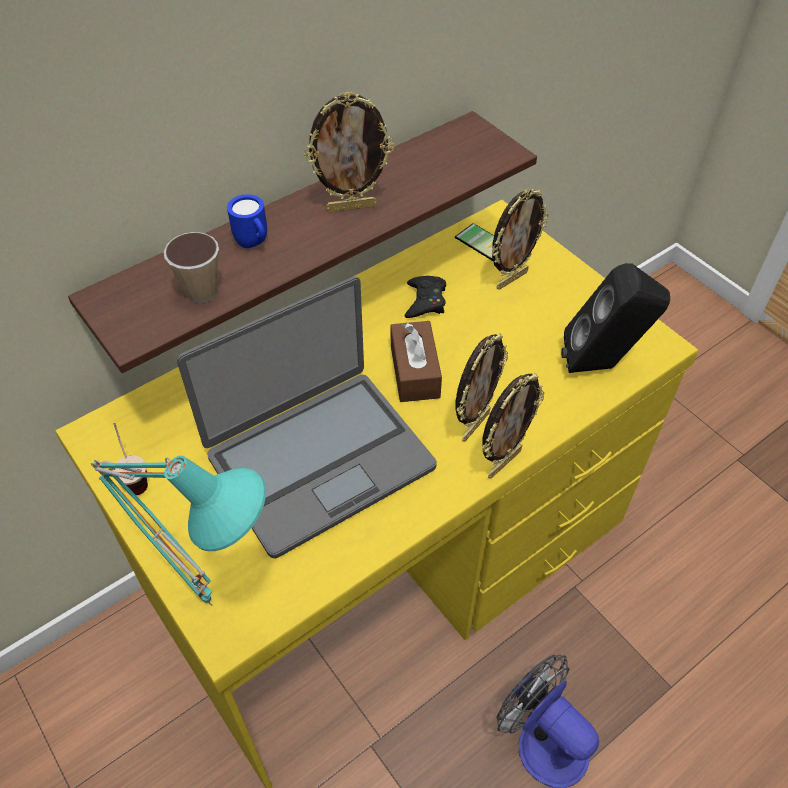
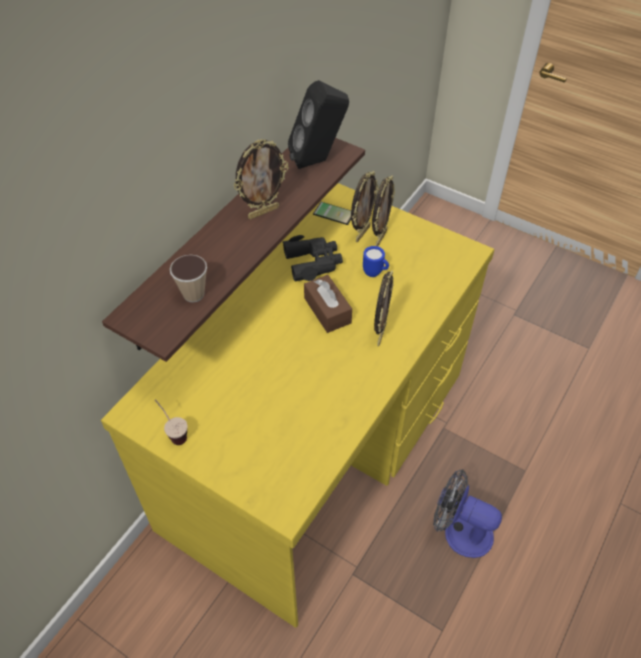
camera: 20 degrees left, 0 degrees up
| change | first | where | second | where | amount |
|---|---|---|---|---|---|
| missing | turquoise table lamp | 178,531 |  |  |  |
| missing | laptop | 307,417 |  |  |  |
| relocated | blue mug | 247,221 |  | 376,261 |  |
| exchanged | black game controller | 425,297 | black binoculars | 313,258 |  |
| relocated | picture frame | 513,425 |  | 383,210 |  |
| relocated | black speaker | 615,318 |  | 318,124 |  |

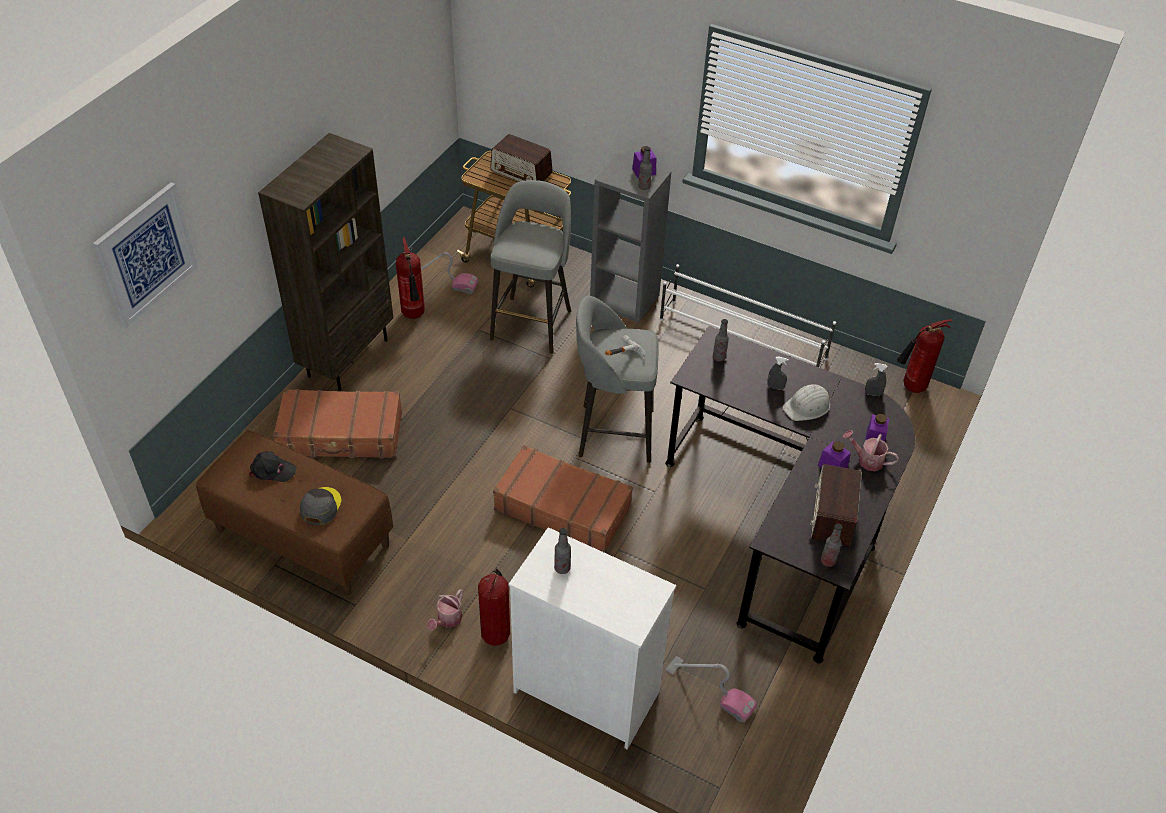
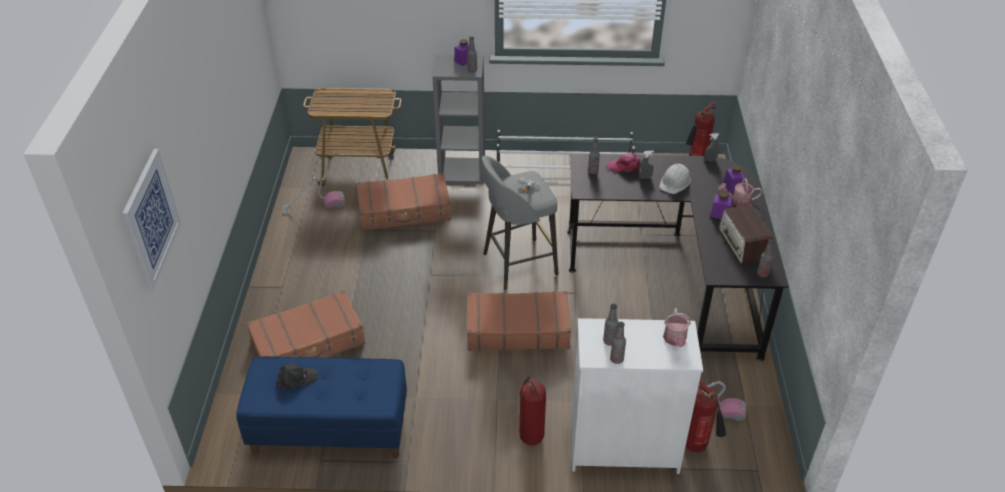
camera: 25 degrees left, 5 degrees down
| change | first | where | second | where | amount |
|---|---|---|---|---|---|
| colour | brown bench | 294,513 | blue bench | 321,407 |  |
| missing | brown bookcase | 325,262 |  |  |  |
| missing | grey cap | 320,506 |  |  |  |
| relocated | fire extinguisher | 410,278 |  | 706,416 |  |
| relocated | watering can | 445,610 |  | 677,327 |  |
| missing | radio | 521,158 |  |  |  |
| exchanged | grey stool | 530,267 | brown suitcase | 403,202 |  |
| appeared |  |  | pink cap | 624,163 |  |
| appeared |  |  | bottle | 618,343 |  |

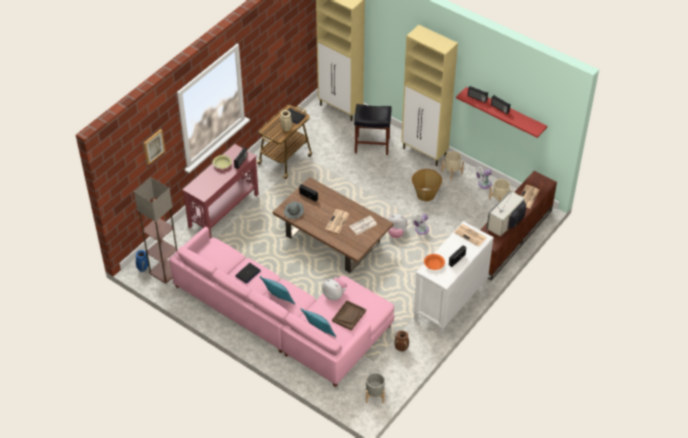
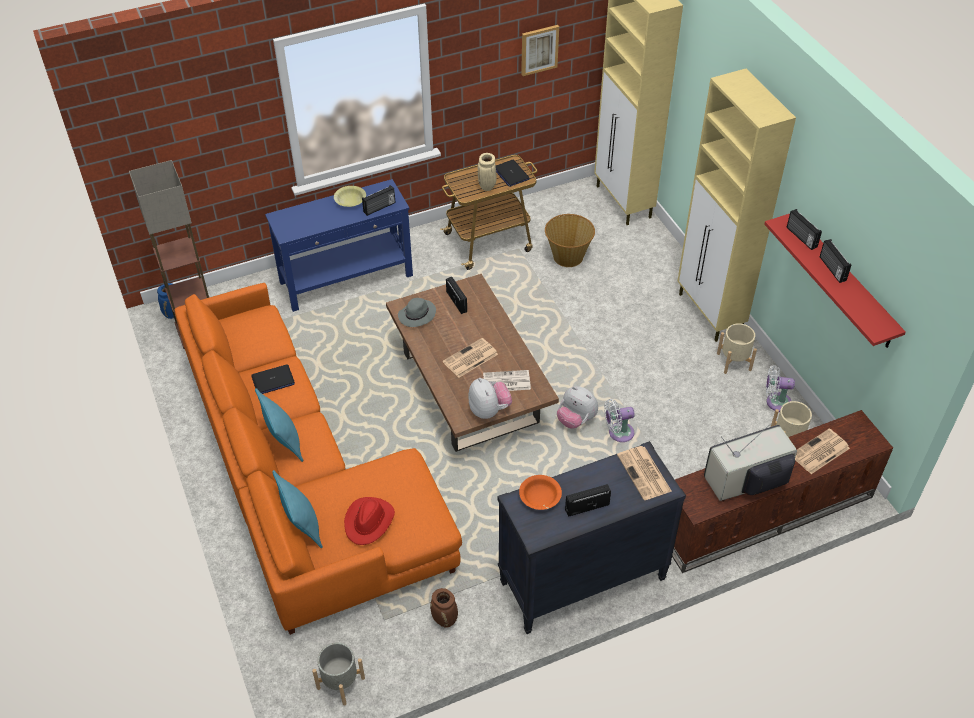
camera: 30 degrees right, 0 degrees up
| change | first | where | second | where | amount |
|---|---|---|---|---|---|
| relocated | picture | 154,147 |  | 540,50 |  |
| colour | pink sofa | 281,307 | orange sofa | 318,459 |  |
| colour | red console table | 220,191 | blue console table | 339,245 |  |
| relocated | plush toy | 334,288 |  | 490,398 |  |
| exchanged | brown tray | 349,315 | red hat | 369,521 |  |
| missing | black stool | 373,129 |  |  |  |
| relocated | basket | 427,185 |  | 570,240 |  |
| colour | white dresser | 453,279 | black dresser | 592,537 |  |

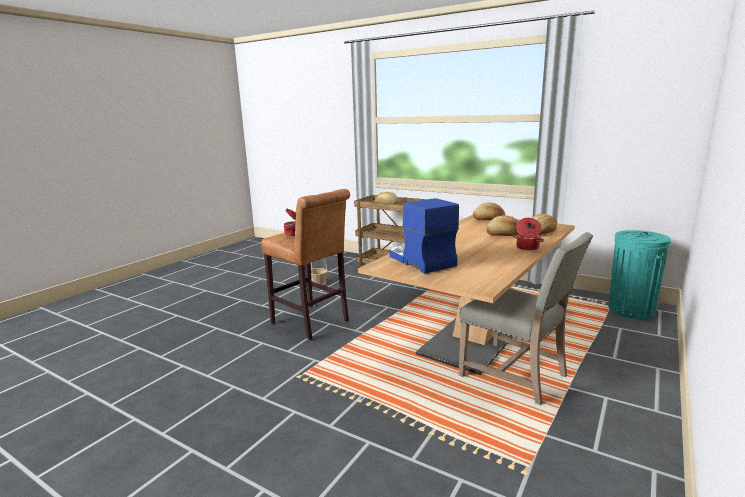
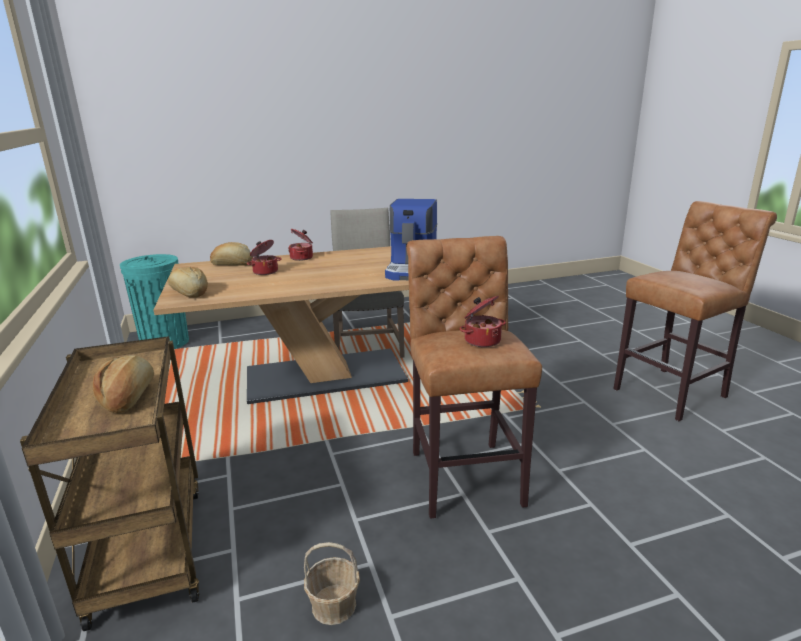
camera: 140 degrees left, 5 degrees up
| change | first | where | second | where | amount |
|---|---|---|---|---|---|
| exchanged | bread | 502,225 | cooking pot | 264,257 |  |
| appeared |  |  | brown stool | 695,311 |  |

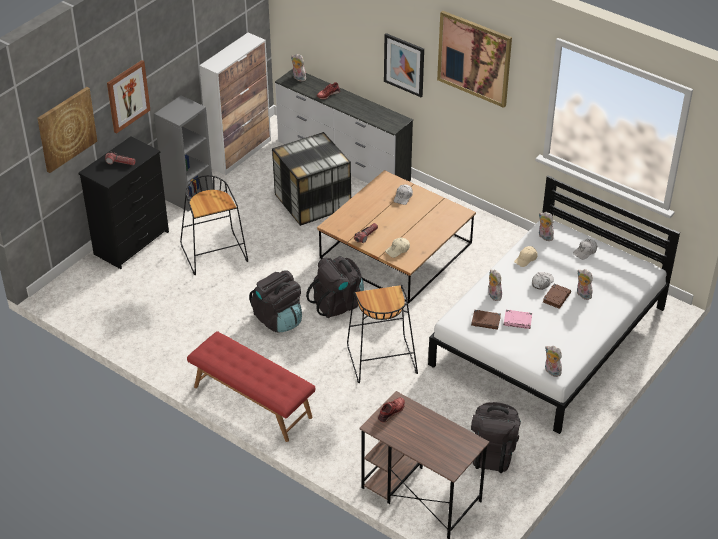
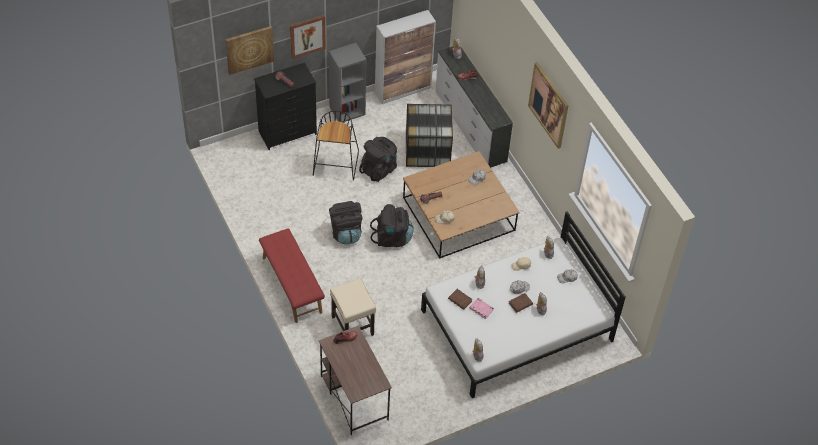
camera: 25 degrees right, 10 degrees up
| change | first | where | second | where | amount |
|---|---|---|---|---|---|
| missing | black stool | 382,334 |  |  |  |
| missing | picture | 404,65 |  |  |  |
| relocated | black backpack | 496,437 |  | 378,159 |  |
| appeared |  |  | beige stool | 353,307 |  |

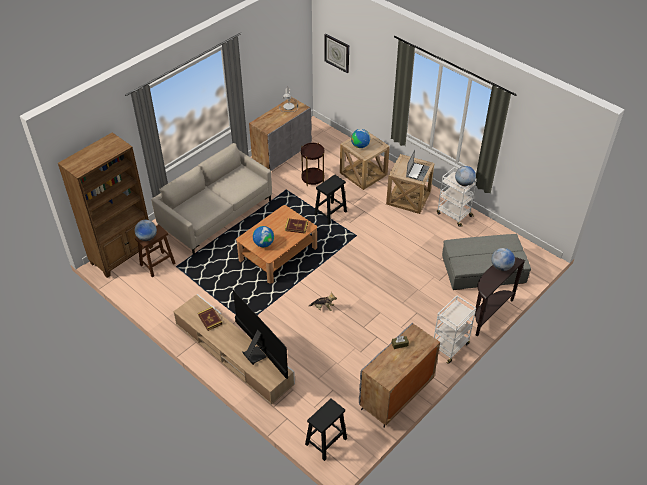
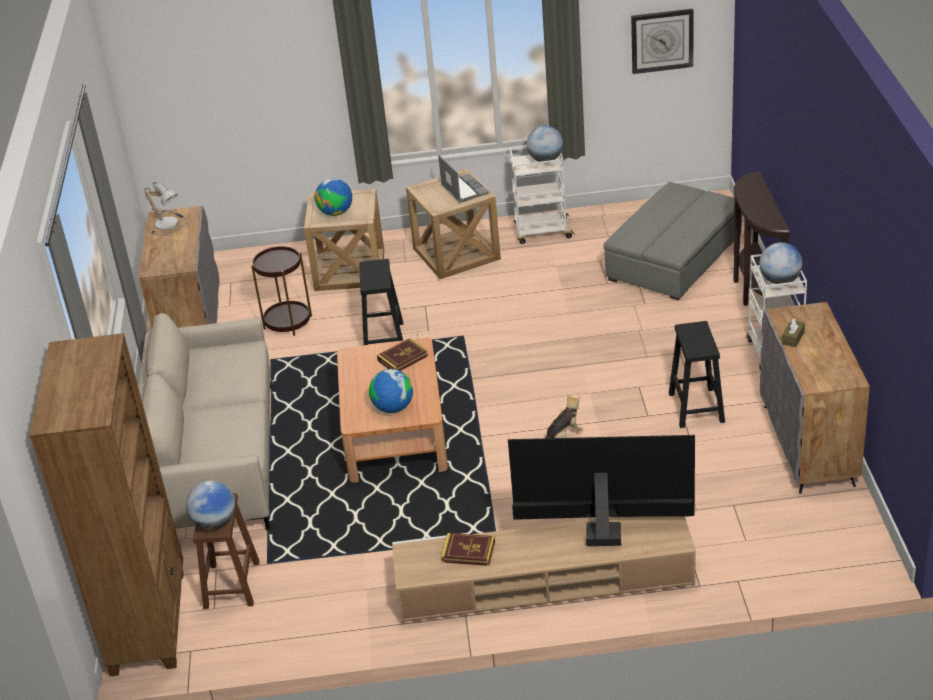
camera: 45 degrees left, 10 degrees down
| change | first | where | second | where | amount |
|---|---|---|---|---|---|
| relocated | black stool | 326,430 |  | 697,374 |  |
| relocated | wall clock | 337,53 |  | 662,41 |  |
| relocated | globe | 503,259 |  | 780,263 |  |

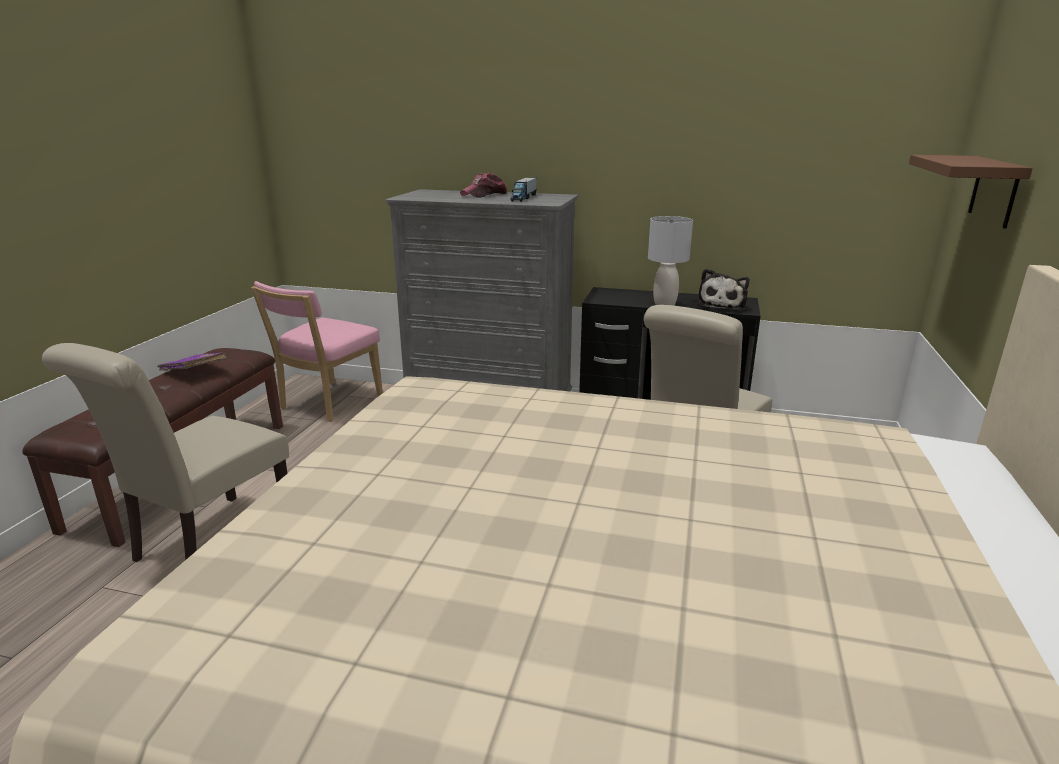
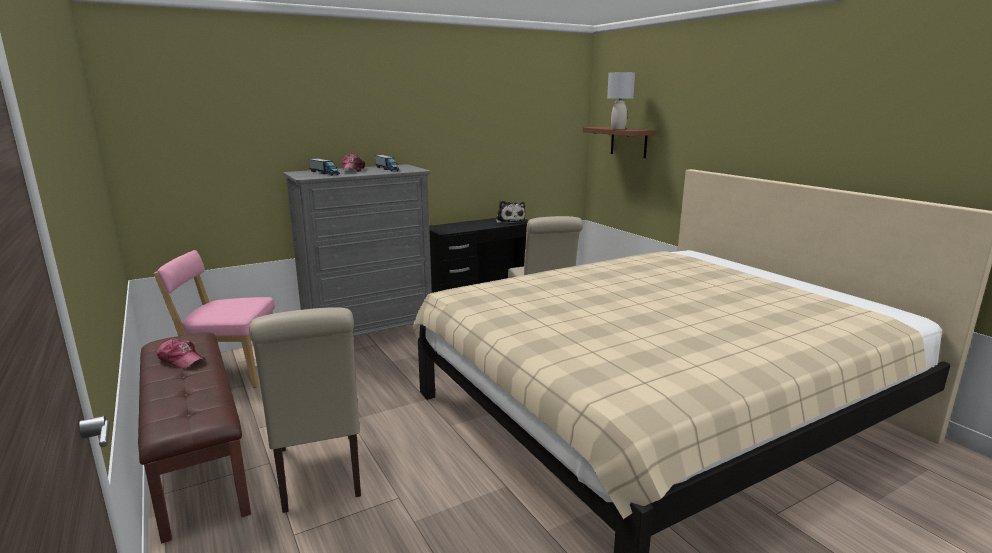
camera: 45 degrees left, 5 degrees down
| change | first | where | second | where | amount |
|---|---|---|---|---|---|
| exchanged | purple book | 192,362 | cap | 181,353 |  |
| spun | pink chair | 317,351 |  | 214,319 | 105 degrees clockwise |
| relocated | grey table lamp | 670,261 |  | 621,100 |  |
| appeared |  |  | toy truck | 324,167 |  |

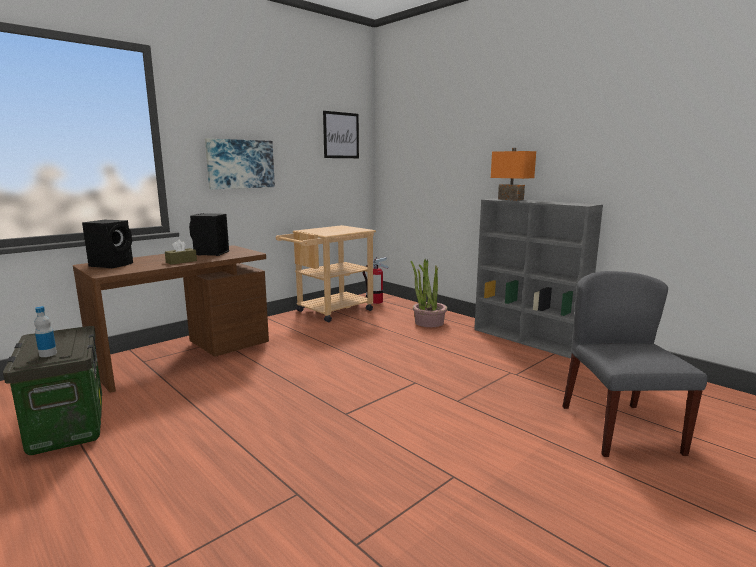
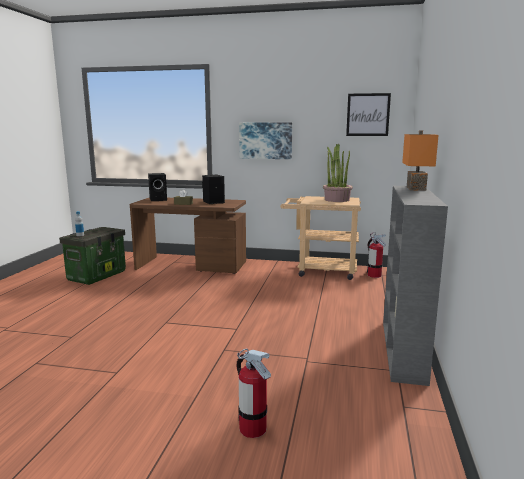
camera: 55 degrees right, 0 degrees up
| change | first | where | second | where | amount |
|---|---|---|---|---|---|
| relocated | potted plant | 428,293 |  | 338,173 |  |
| exchanged | grey chair | 634,364 | fire extinguisher | 254,393 |  |

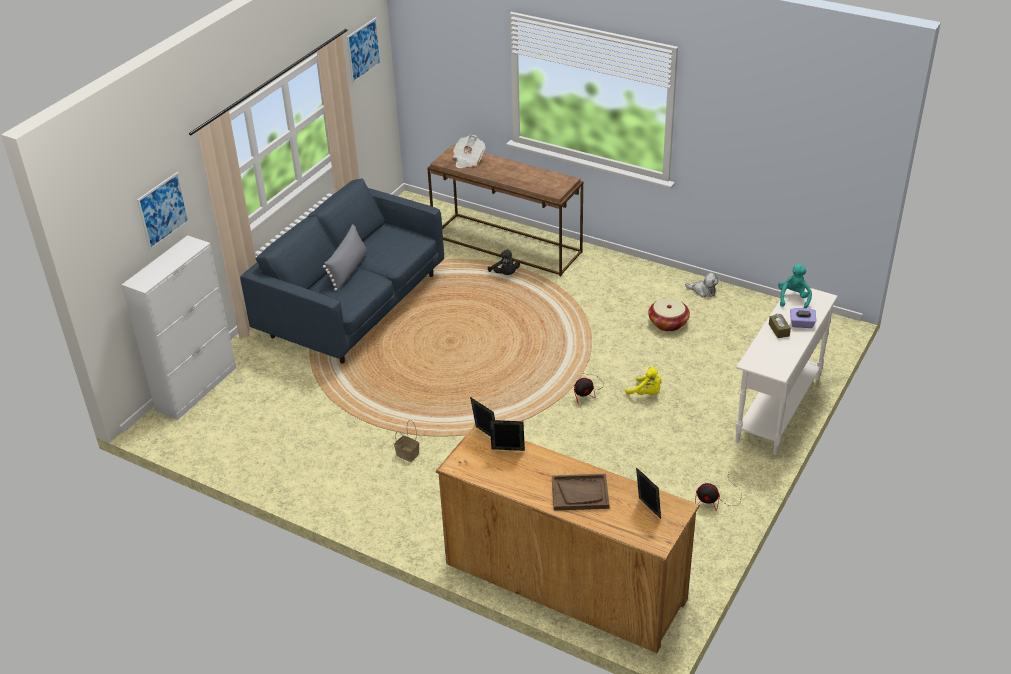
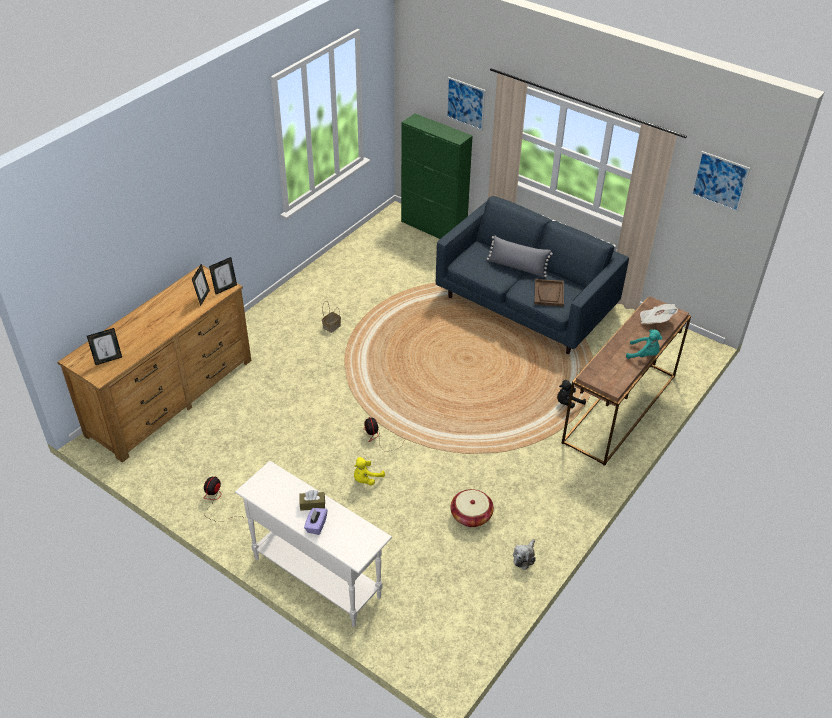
camera: 95 degrees right, 5 degrees up
| change | first | where | second | where | amount |
|---|---|---|---|---|---|
| colour | white cabinet | 179,327 | green cabinet | 437,176 |  |
| relocated | brown tray | 580,492 |  | 549,293 |  |
| relocated | turquoise plush toy | 795,286 |  | 644,344 |  |

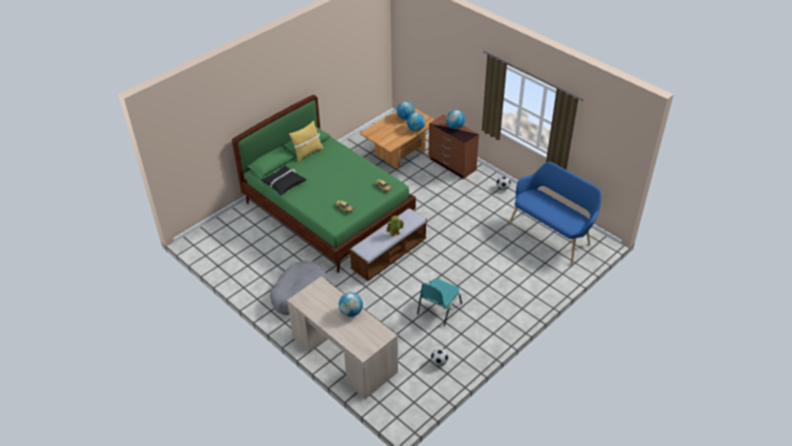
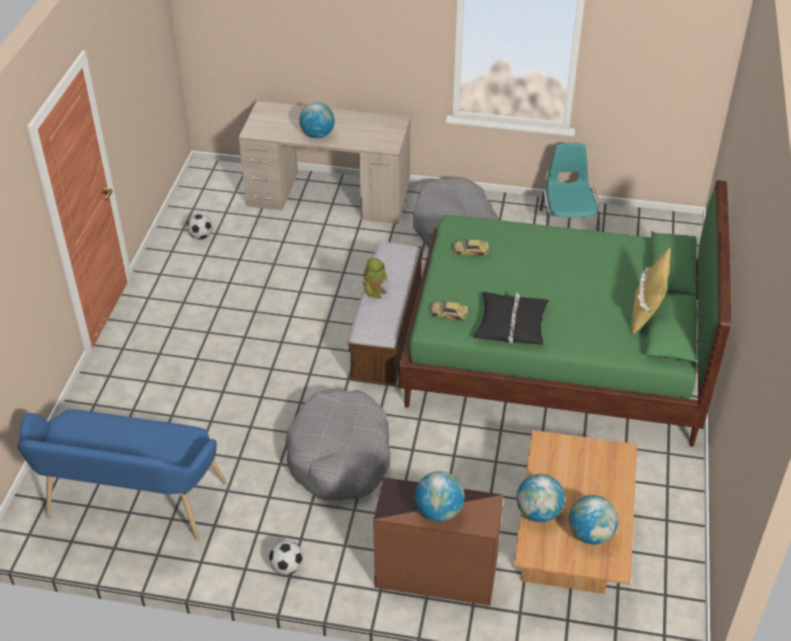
camera: 145 degrees right, 0 degrees up
| change | first | where | second | where | amount |
|---|---|---|---|---|---|
| relocated | black pillow | 283,180 |  | 511,318 |  |
| relocated | turquoise chair | 439,302 |  | 570,187 |  |
| appeared |  |  | grey dog bed | 337,444 |  |

